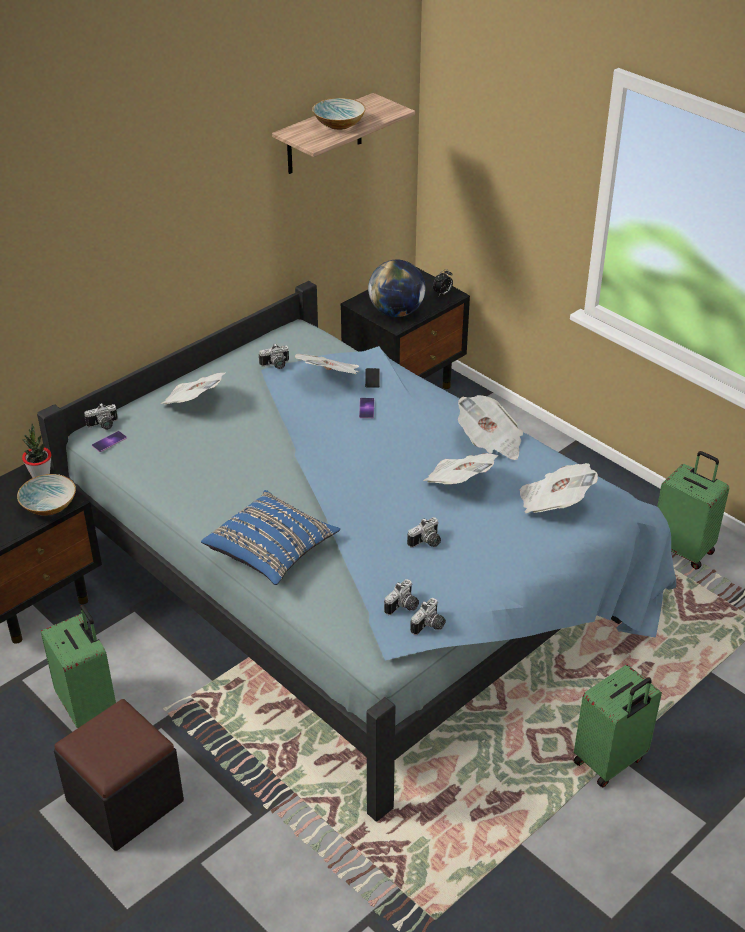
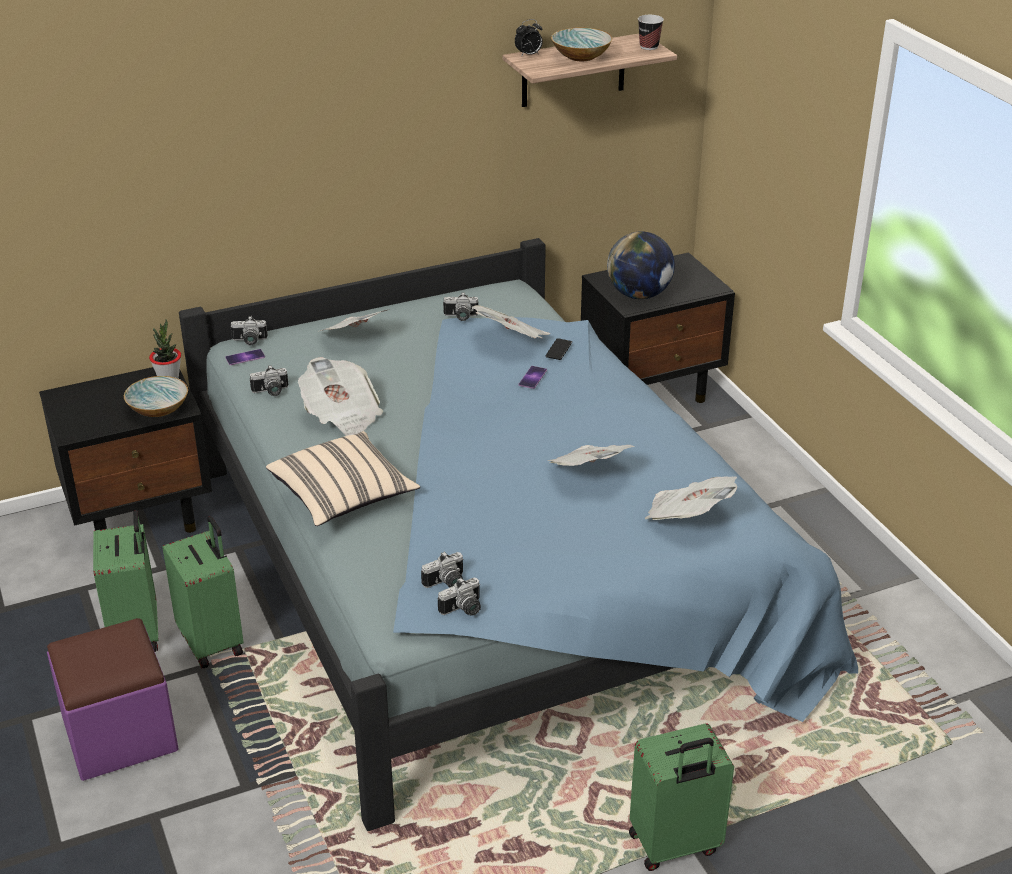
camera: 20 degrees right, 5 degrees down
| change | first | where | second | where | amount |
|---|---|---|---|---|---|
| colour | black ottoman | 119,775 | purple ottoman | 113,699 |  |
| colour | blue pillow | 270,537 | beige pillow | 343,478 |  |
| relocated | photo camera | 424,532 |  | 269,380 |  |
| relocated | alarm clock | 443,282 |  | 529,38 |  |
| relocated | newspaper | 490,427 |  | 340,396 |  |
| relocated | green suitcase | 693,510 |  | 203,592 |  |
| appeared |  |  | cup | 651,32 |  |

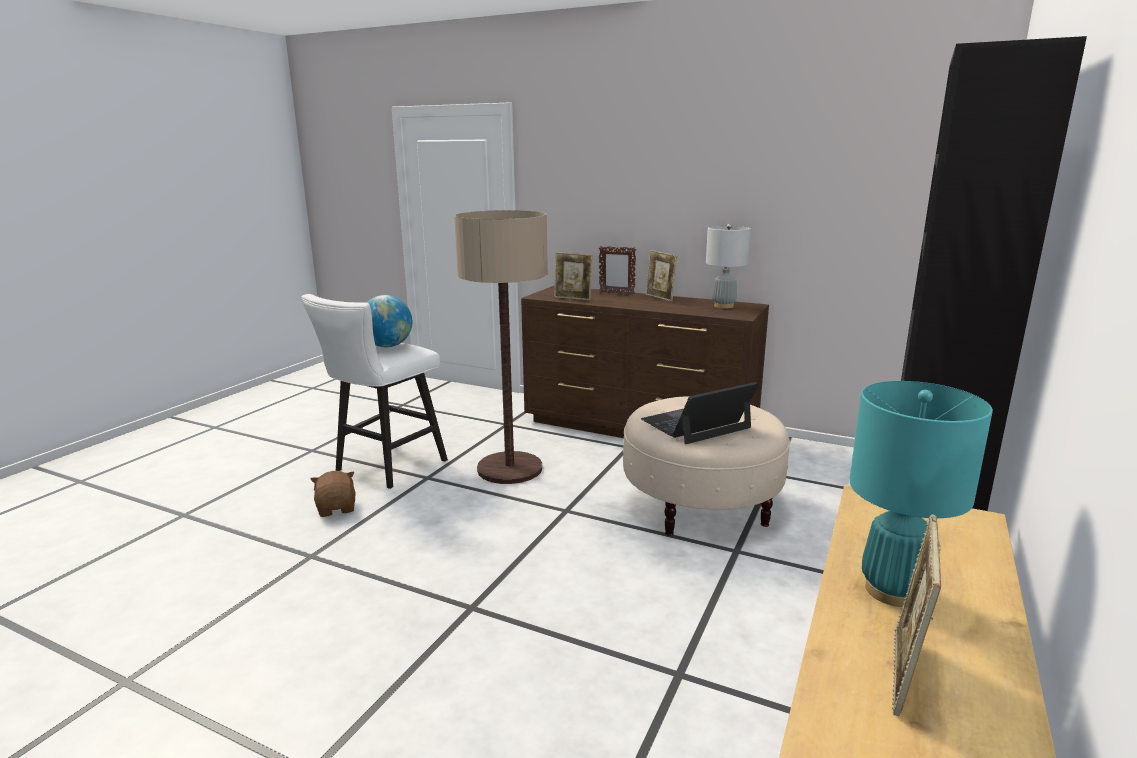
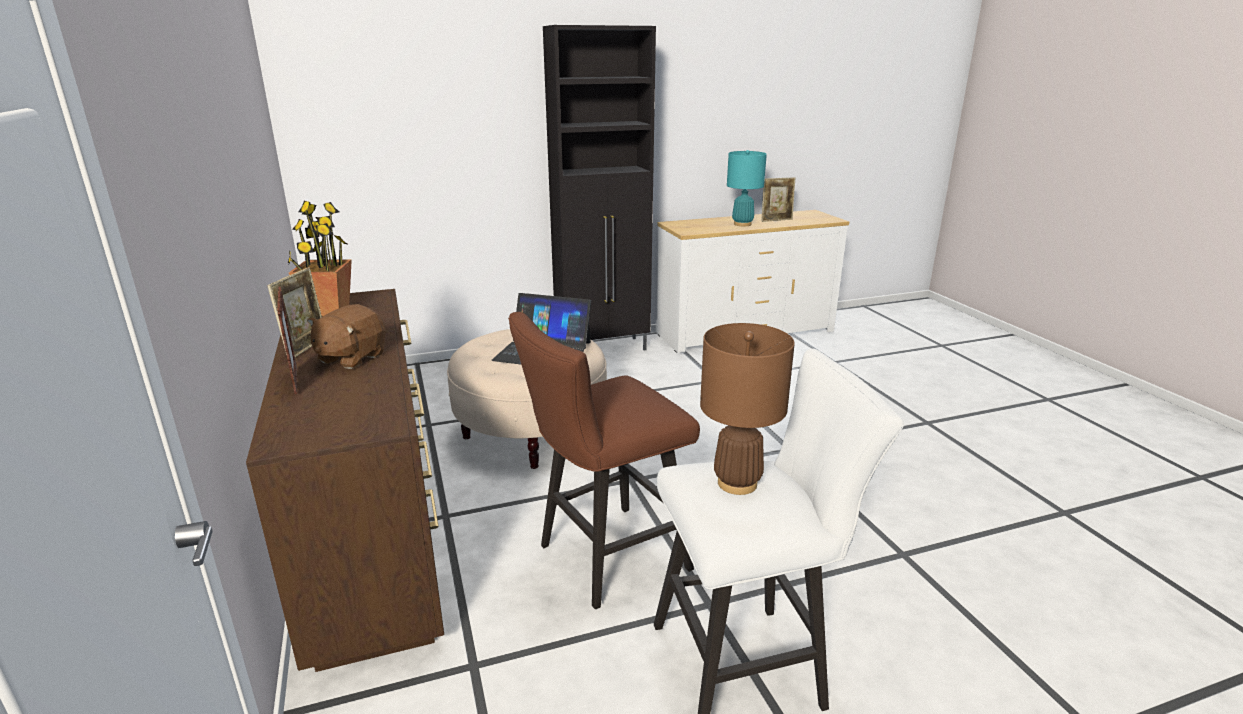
camera: 135 degrees left, 5 degrees up
| change | first | where | second | where | amount |
|---|---|---|---|---|---|
| relocated | brown plush toy | 332,494 |  | 346,336 |  |
| exchanged | globe | 389,321 | brown table lamp | 747,409 |  |
| exchanged | floor lamp | 501,347 | brown stool | 604,460 |  |
| missing | picture frame | 573,276 |  |  |  |
| exchanged | grey table lamp | 728,266 | potted plant | 320,258 |  |

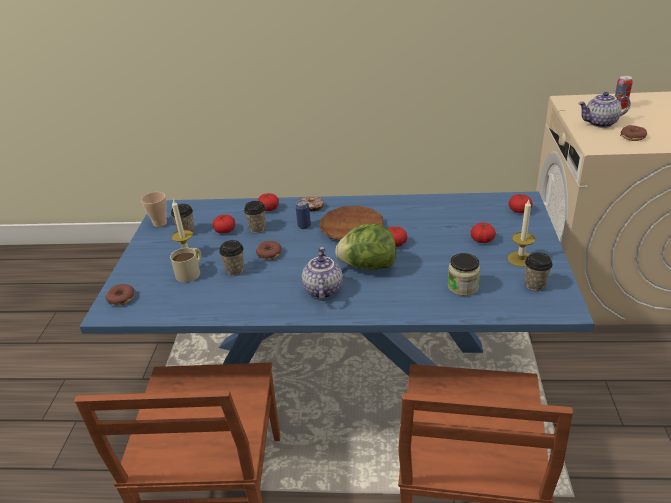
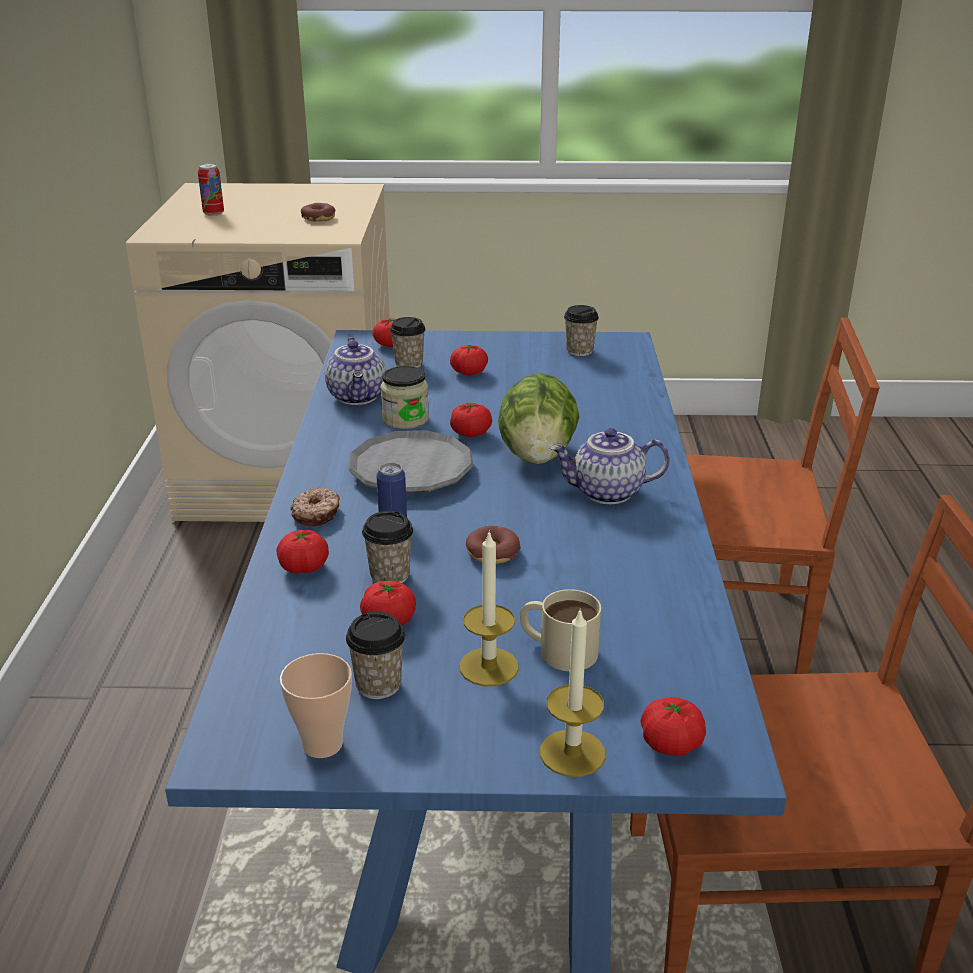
camera: 95 degrees left, 5 degrees down
| change | first | where | second | where | amount |
|---|---|---|---|---|---|
| exchanged | donut | 120,295 | tomato | 673,726 |  |
| relocated | cup | 231,258 |  | 408,342 |  |
| colour | brown plate | 352,223 | grey plate | 410,461 |  |
| relocated | jar | 464,274 |  | 404,397 |  |
| relocated | candle | 521,233 |  | 573,692 |  |
| relocated | teapot | 604,110 |  | 355,371 |  |

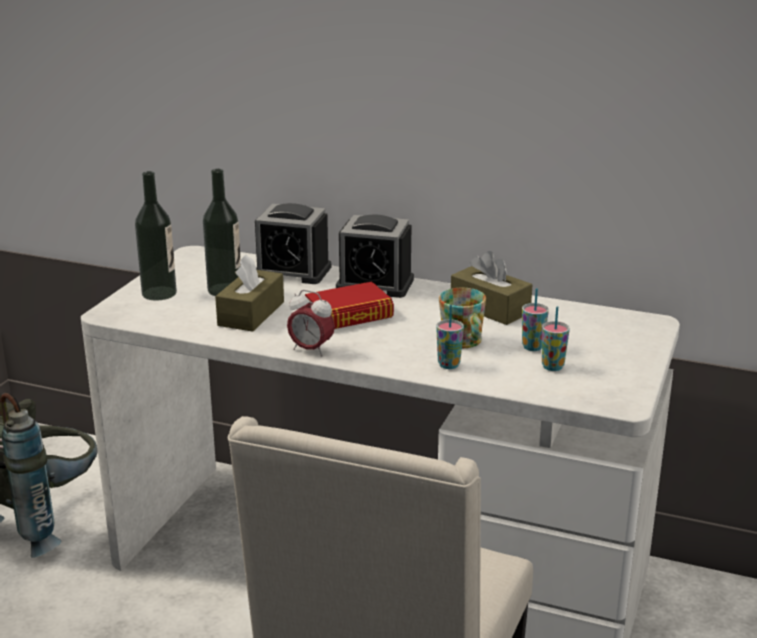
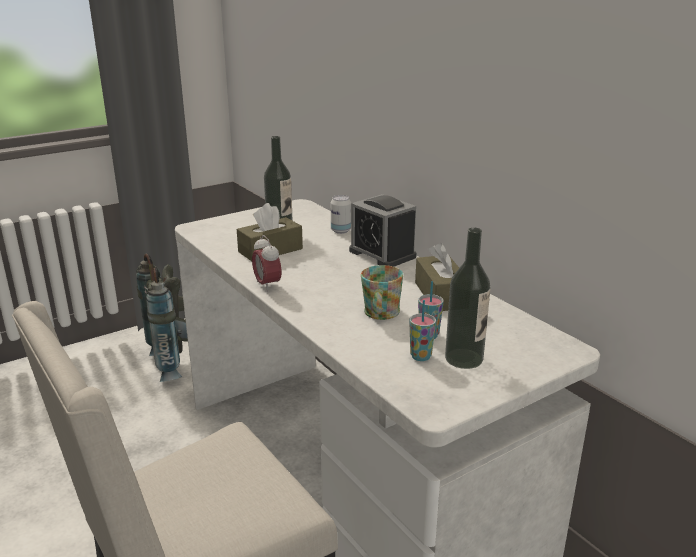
camera: 35 degrees right, 0 degrees up
| change | first | where | second | where | amount |
|---|---|---|---|---|---|
| relocated | bottle | 156,235 |  | 468,298 |  |
| exchanged | alarm clock | 293,243 | can | 341,214 |  |
| missing | book | 349,305 |  |  |  |
| missing | cup | 450,337 |  |  |  |

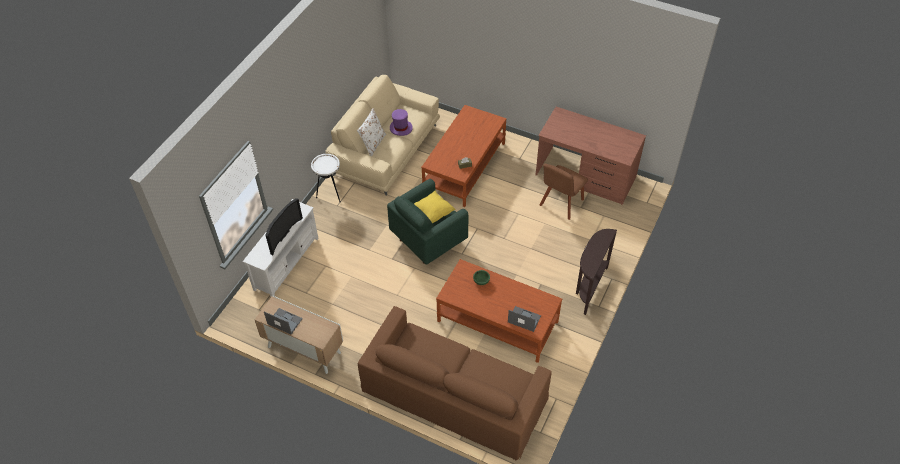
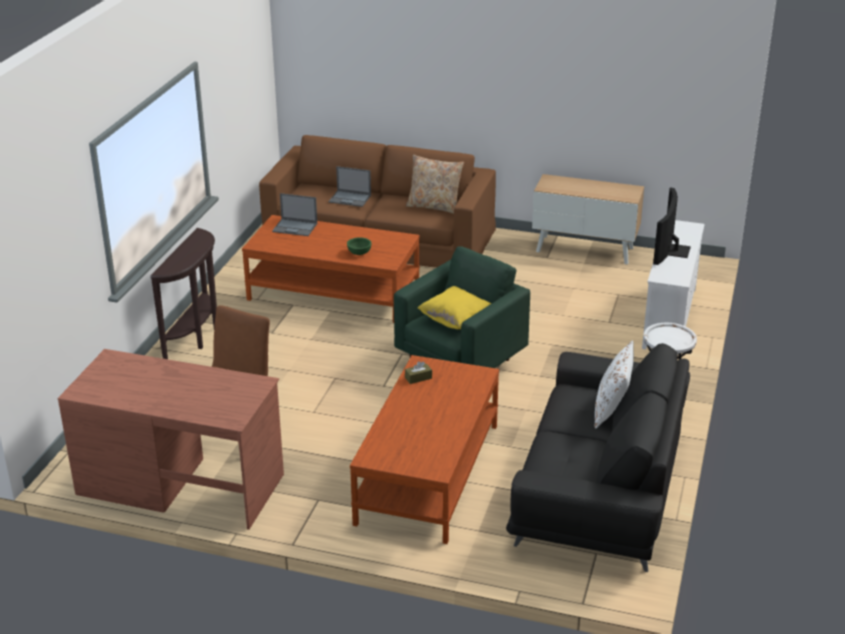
camera: 170 degrees right, 20 degrees down
| change | first | where | second | where | amount |
|---|---|---|---|---|---|
| relocated | laptop | 283,321 |  | 350,186 |  |
| colour | beige sofa | 382,135 | black sofa | 598,457 |  |
| missing | purple hat | 401,122 |  |  |  |
| appeared |  |  | beige pillow | 435,184 |  |

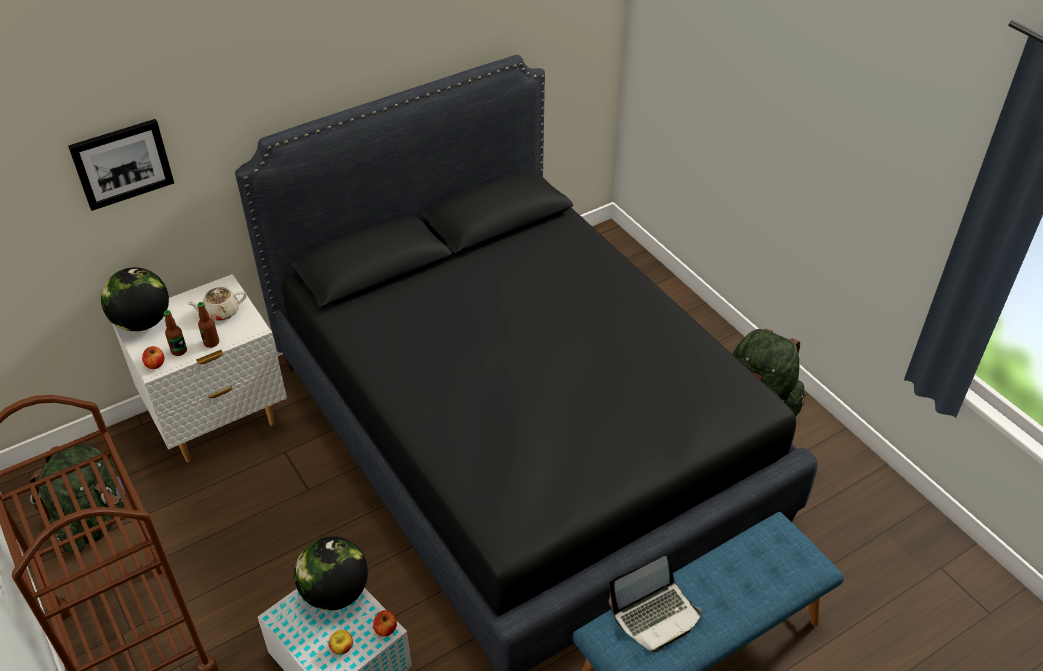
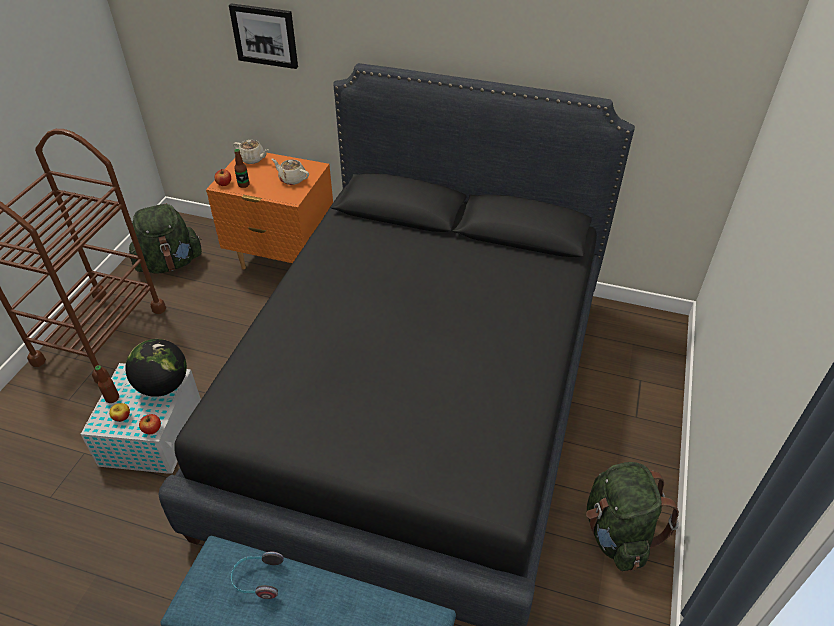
camera: 50 degrees right, 0 degrees up
| change | first | where | second | where | amount |
|---|---|---|---|---|---|
| exchanged | globe | 135,299 | beige teapot | 251,152 |  |
| colour | white nightstand | 199,368 | orange nightstand | 269,211 |  |
| relocated | bottle | 208,325 |  | 107,384 |  |
| exchanged | laptop | 655,604 | headphones | 257,575 |  |

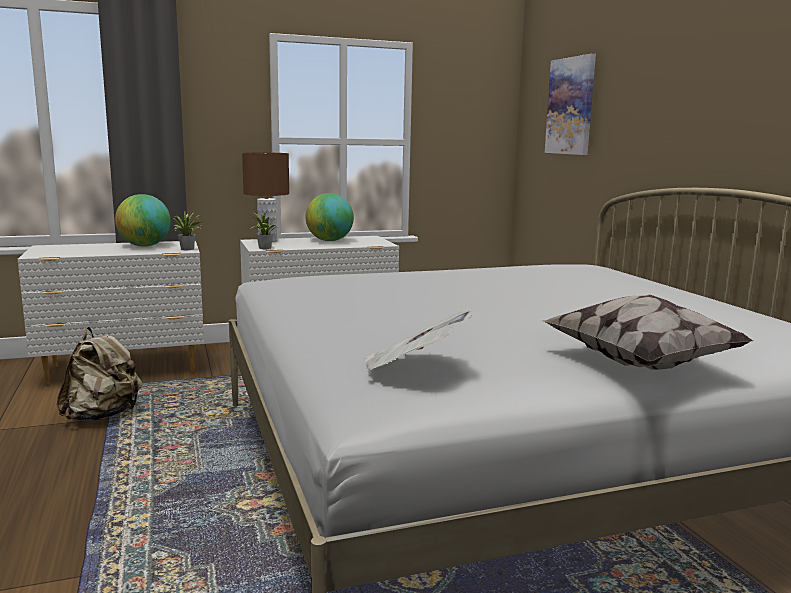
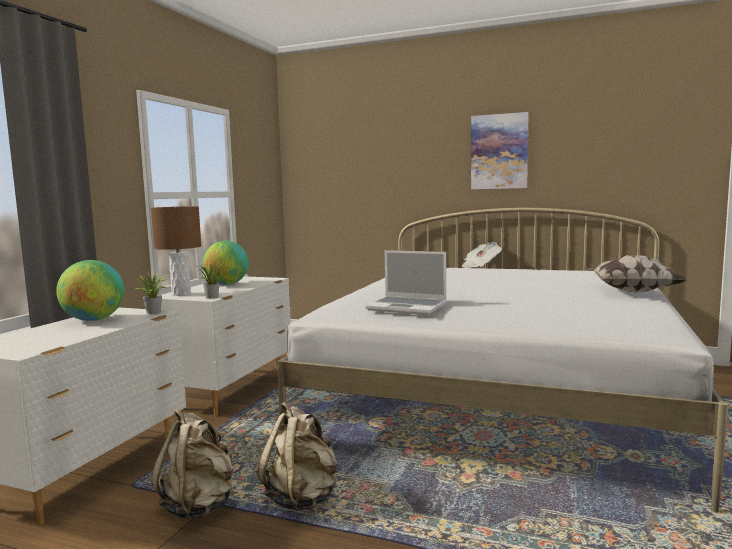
camera: 50 degrees left, 5 degrees down
| change | first | where | second | where | amount |
|---|---|---|---|---|---|
| relocated | newspaper | 418,341 |  | 481,255 |  |
| relocated | picture | 570,104 |  | 500,150 |  |
| appeared |  |  | beige backpack | 297,456 |  |
| appeared |  |  | laptop | 406,282 |  |

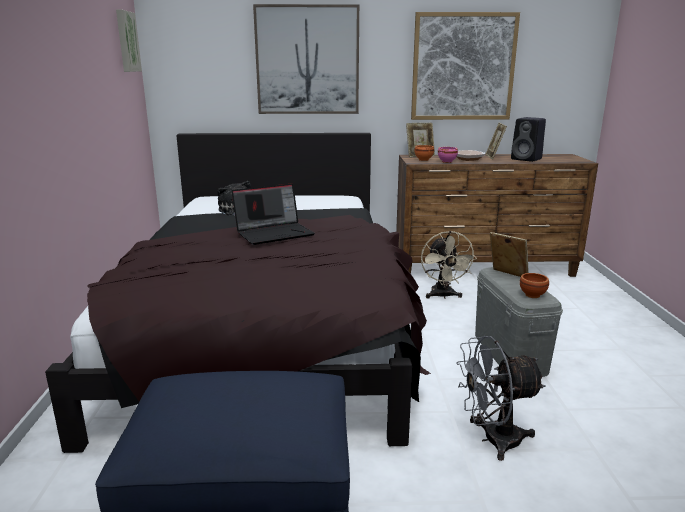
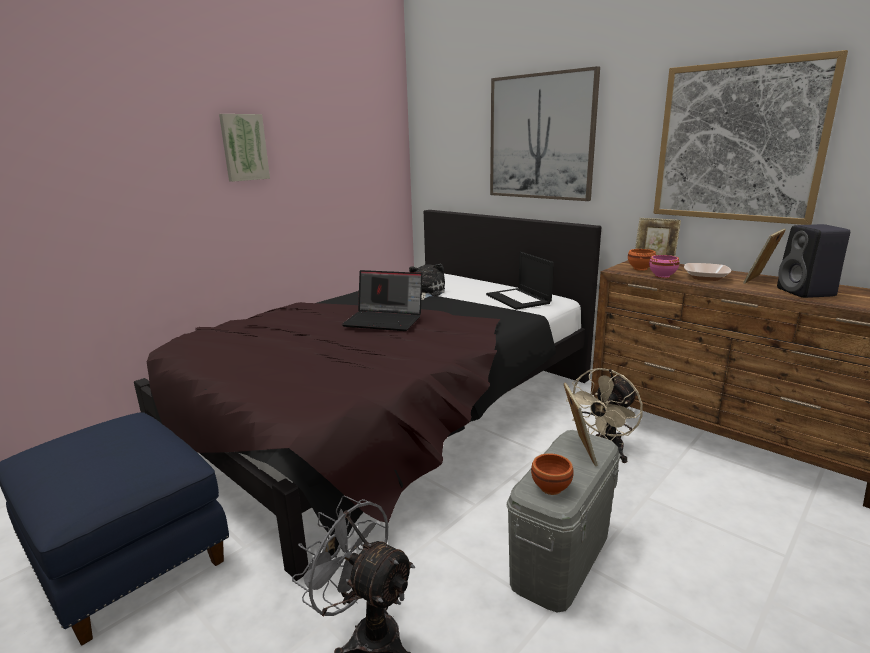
camera: 45 degrees right, 0 degrees up
| change | first | where | second | where | amount |
|---|---|---|---|---|---|
| relocated | picture | 129,41 |  | 244,148 |  |
| appeared |  |  | laptop | 520,281 |  |

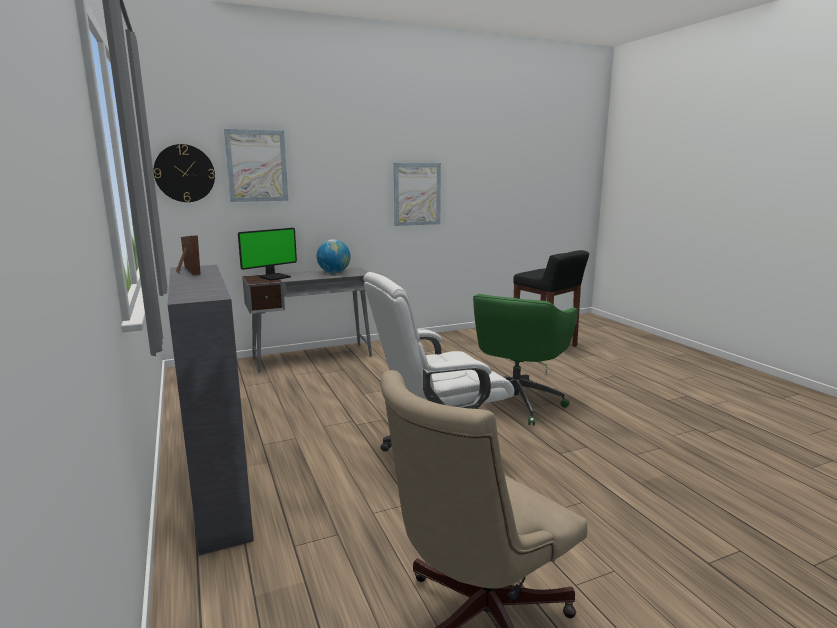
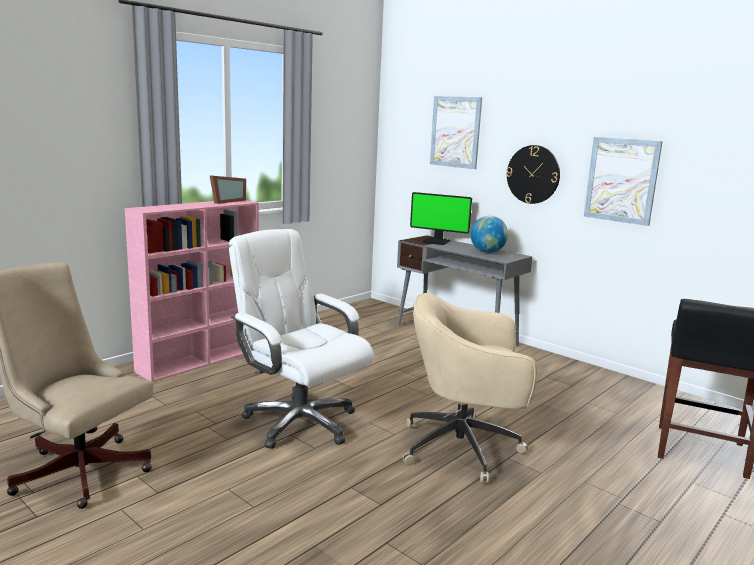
camera: 65 degrees right, 0 degrees up
| change | first | where | second | where | amount |
|---|---|---|---|---|---|
| relocated | wall clock | 184,173 |  | 533,174 |  |
| colour | grey bookcase | 211,410 | pink bookcase | 192,291 |  |
| colour | green office chair | 525,360 | beige office chair | 470,388 |  |

